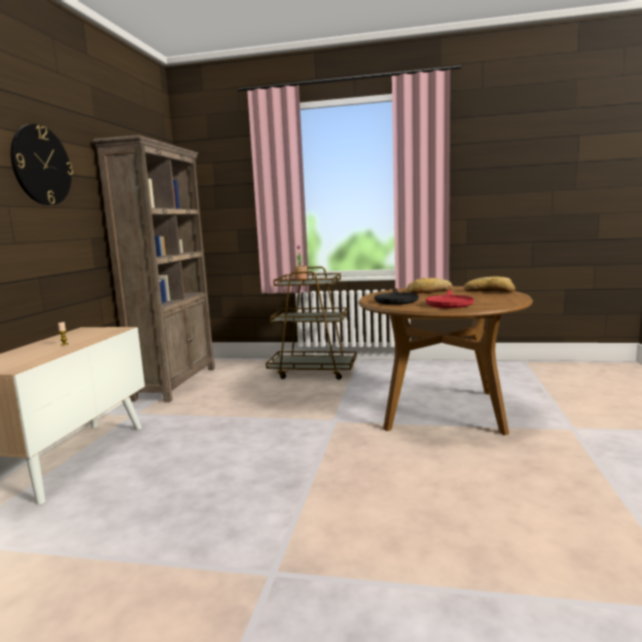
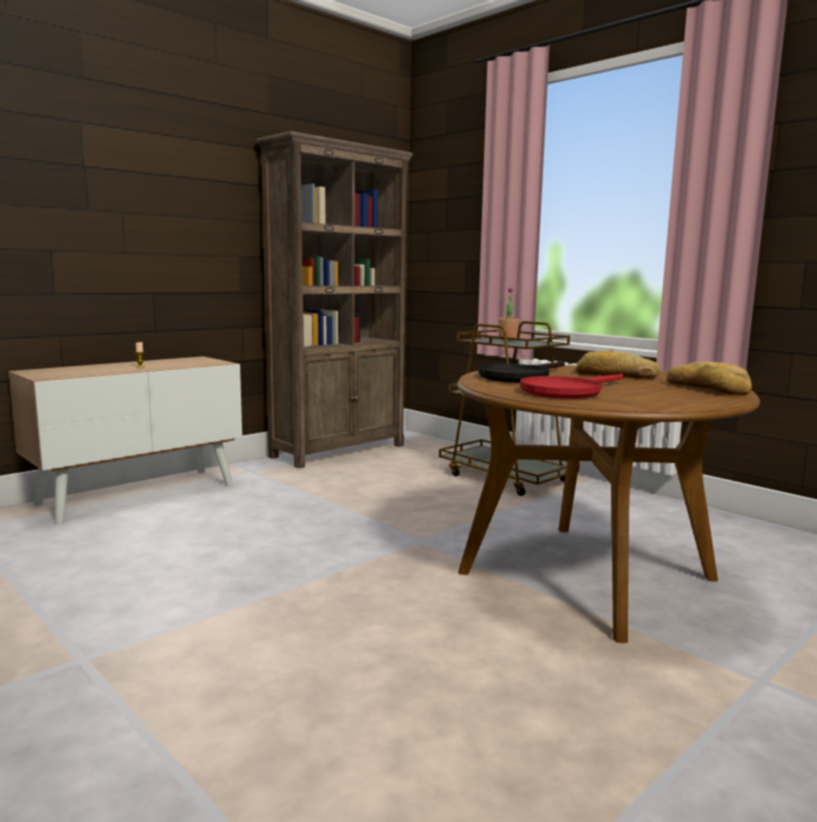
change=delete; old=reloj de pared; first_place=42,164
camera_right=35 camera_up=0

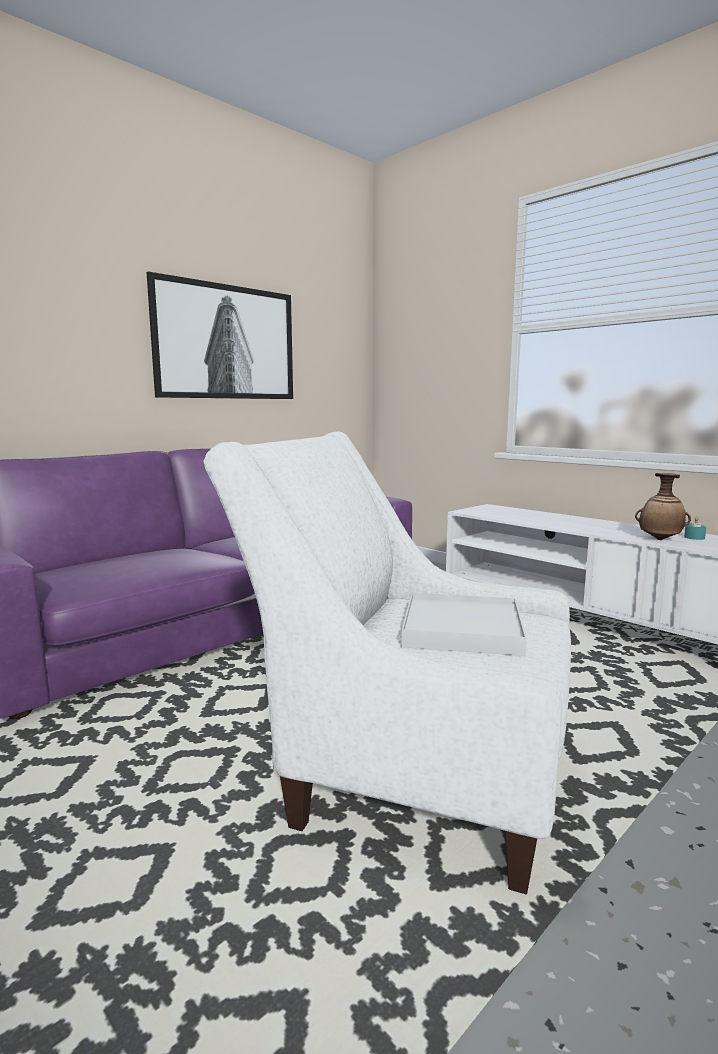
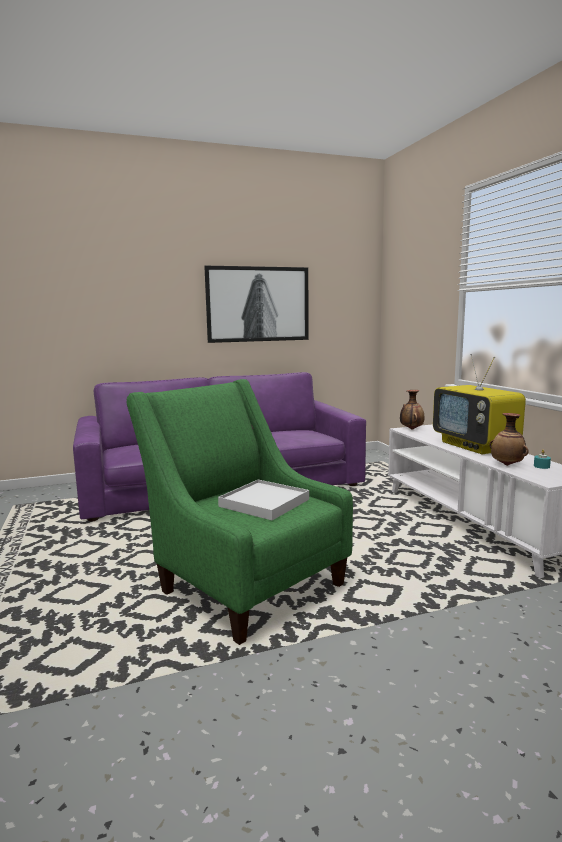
change=recolor; old=sillón [blanco]; new=sillón [verde]; first_place=387,663; second_place=240,512
change=insert; new=florero; second_place=412,409
change=insert; new=televisor; second_place=479,404
camera_right=25 camera_up=0

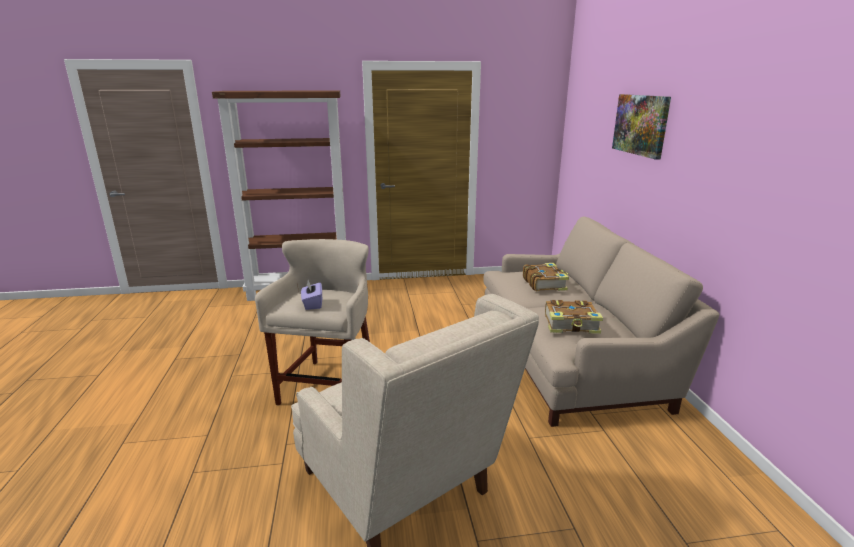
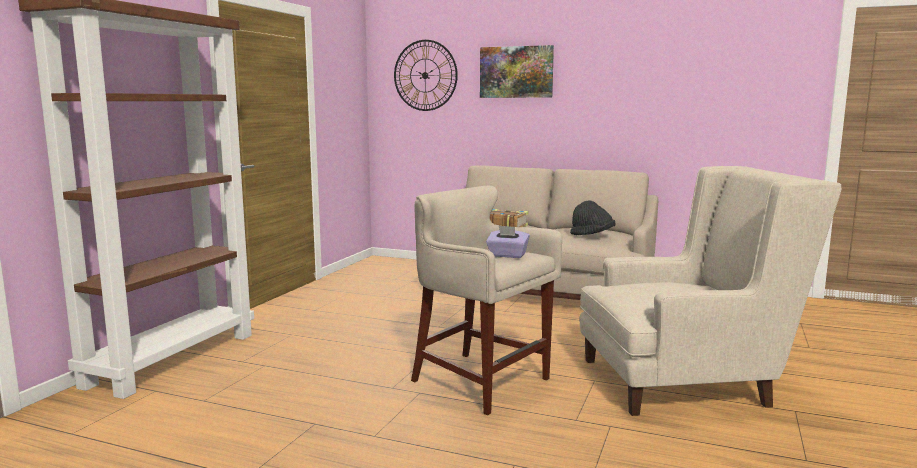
change=insert; new=reloj de pared; second_place=426,75
change=replace; old=libro; new=sombrero [negro]; first_place=574,317; second_place=592,217
camera_right=-60 camera_up=-10

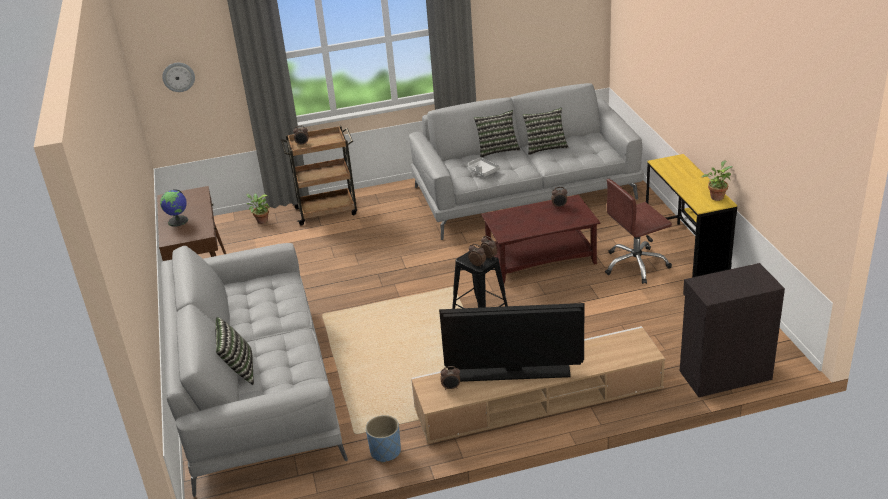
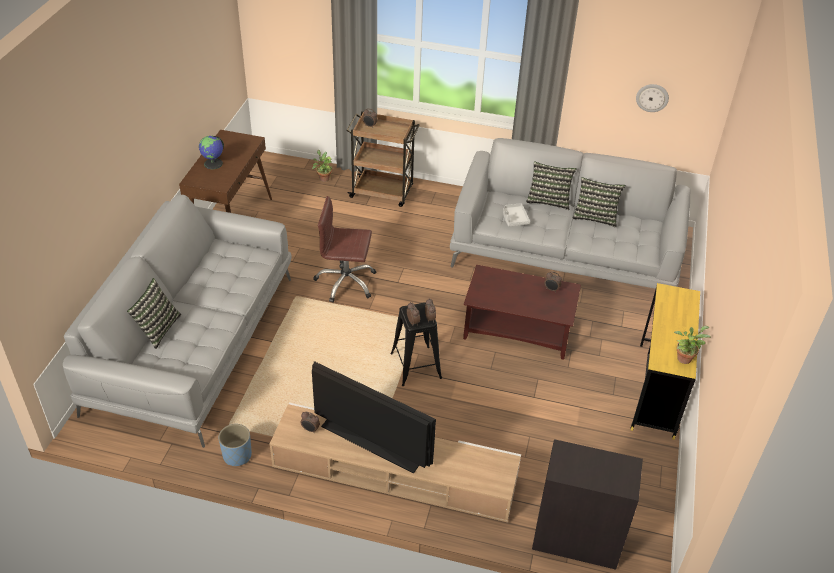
change=move; old=silla de oficina [marrón]; first_place=638,231; second_place=345,249
change=move; old=reloj de pared; first_place=178,77; second_place=652,98
camera_right=25 camera_up=10

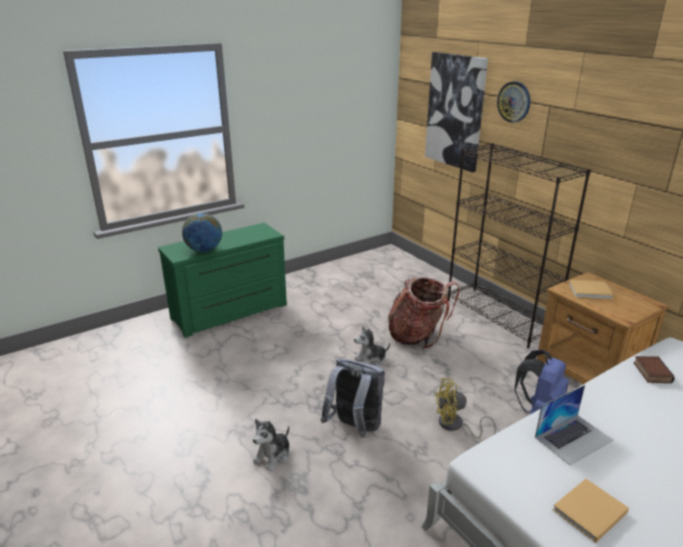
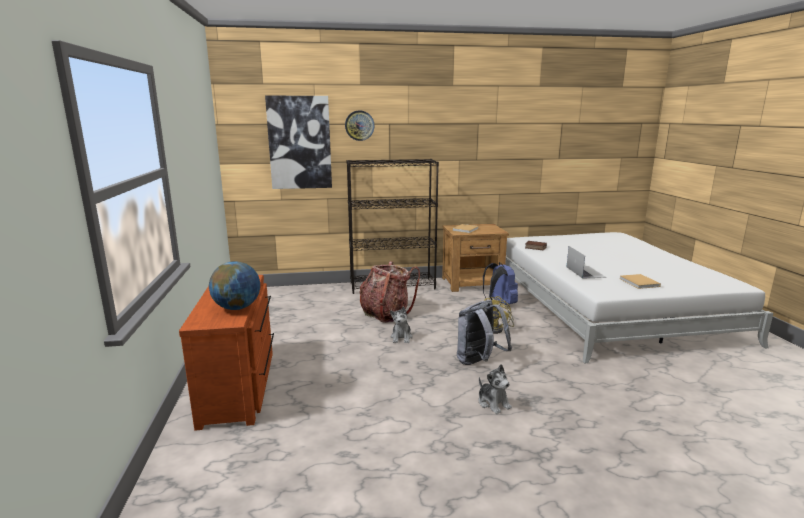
change=recolor; old=cómoda [verde]; new=cómoda [marrón]; first_place=222,280; second_place=226,353
camera_right=-65 camera_up=-10

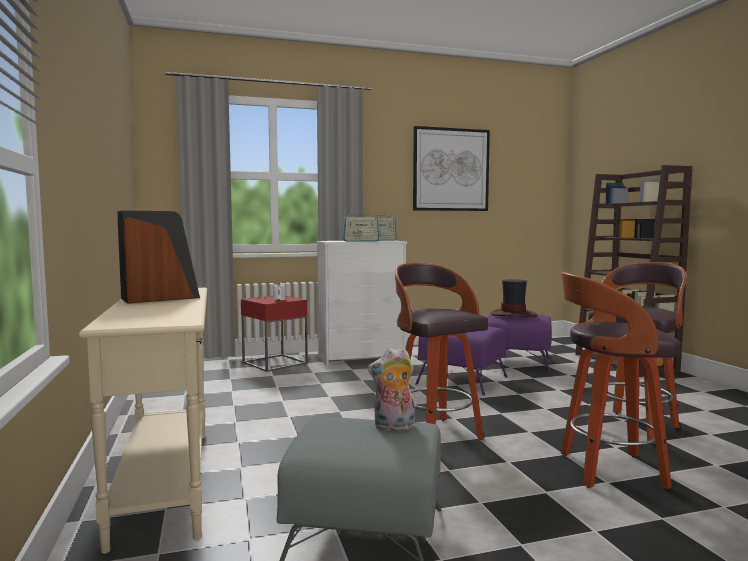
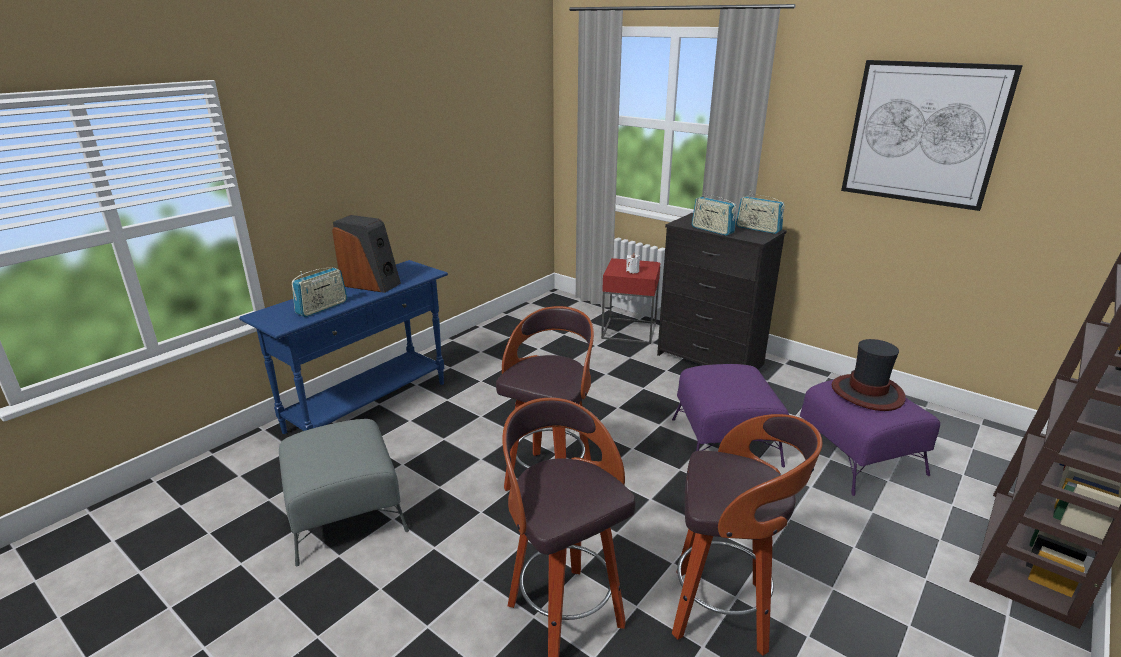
change=recolor; old=mesa consola [beis]; new=mesa consola [azul]; first_place=143,421; second_place=343,347
change=insert; new=radio; second_place=319,292
change=recolor; old=cómoda [blanco]; new=cómoda [negro]; first_place=361,303; second_place=722,291
change=delete; old=peluche; first_place=391,389
camera_right=55 camera_up=20

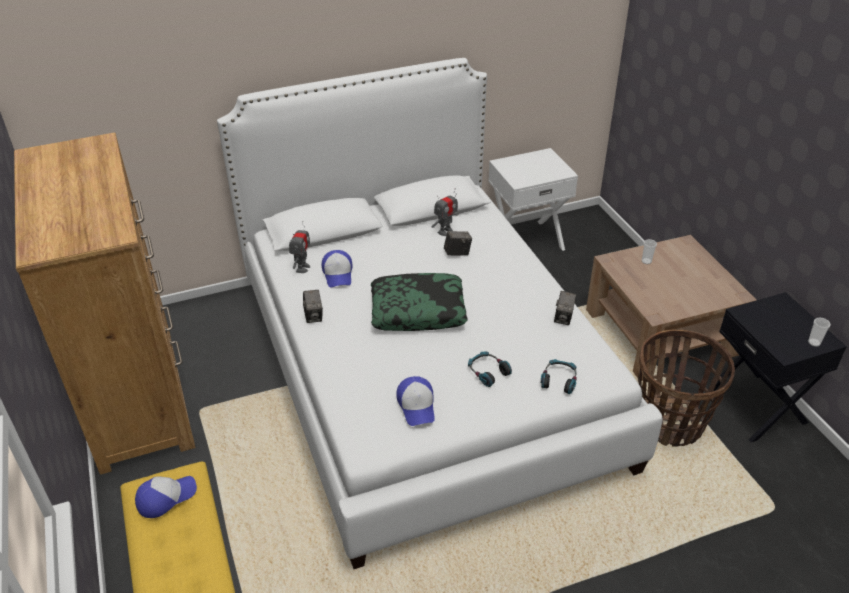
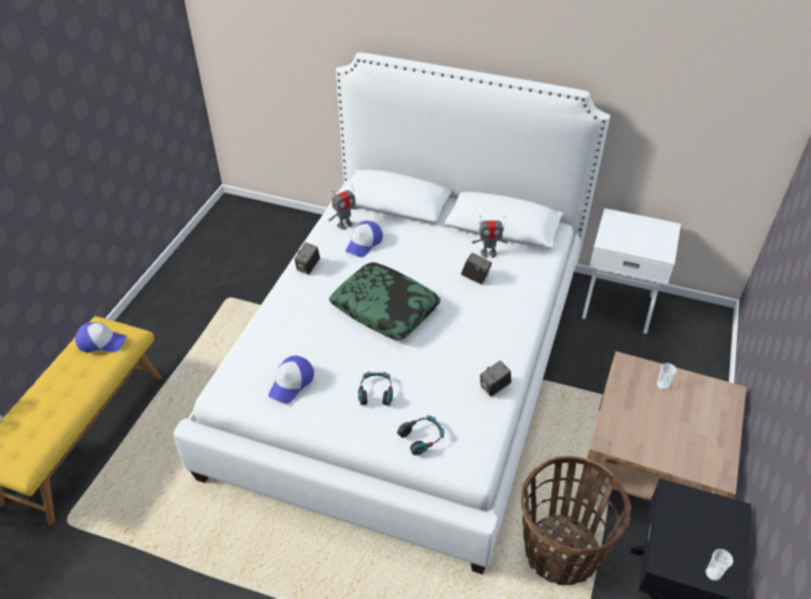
change=delete; old=cómoda [marrón]; first_place=105,304
camera_right=40 camera_up=5

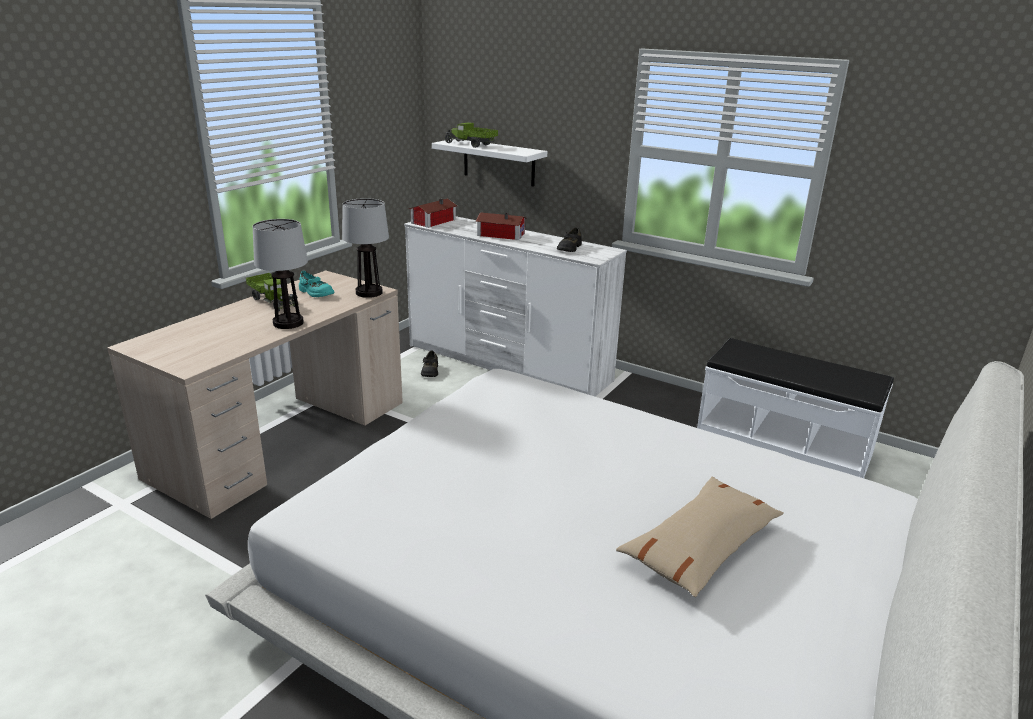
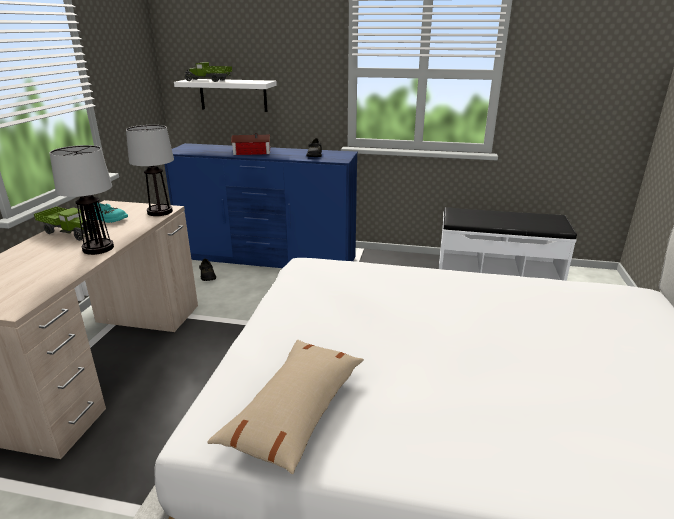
change=recolor; old=cómoda [blanco]; new=cómoda [azul]; first_place=515,306; second_place=261,205
change=move; old=cojín [beis]; first_place=700,537; second_place=285,407
change=delete; old=casita; first_place=433,213
camera_right=-20 camera_up=0

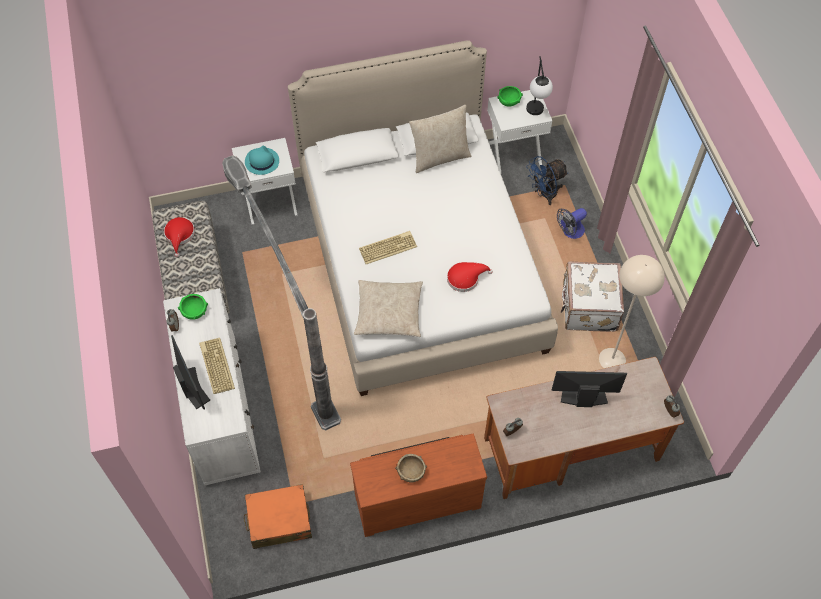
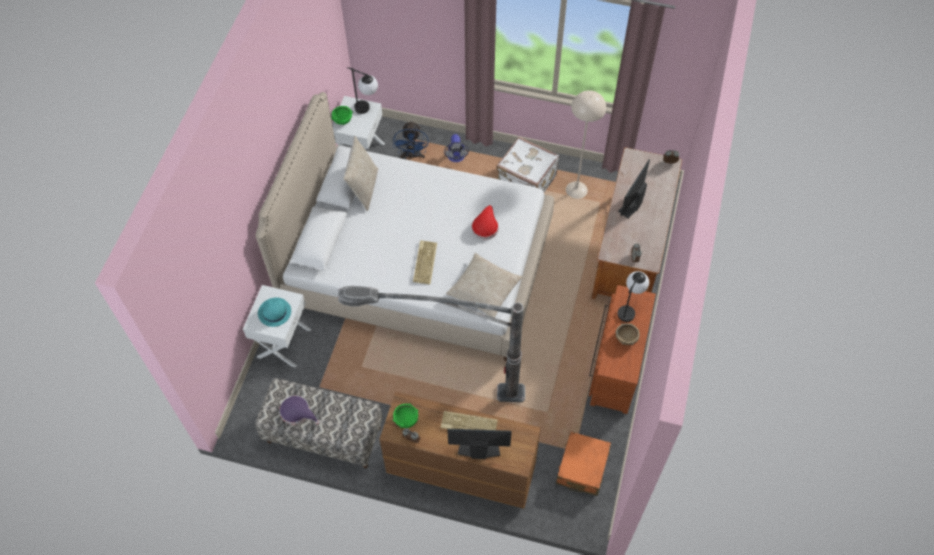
change=recolor; old=sombrero [rojo]; new=sombrero [morado]; first_place=179,237; second_place=299,410
change=recolor; old=cómoda [blanco]; new=cómoda [marrón]; first_place=211,386; second_place=460,449
change=insert; new=lámpara de mesa; second_place=633,296
camera_right=-60 camera_up=0

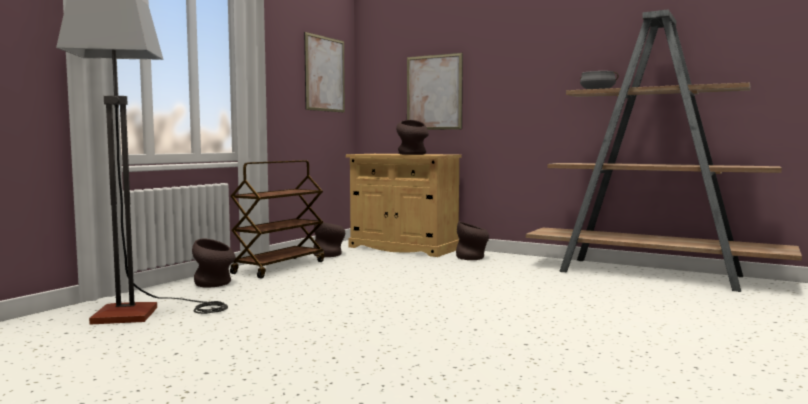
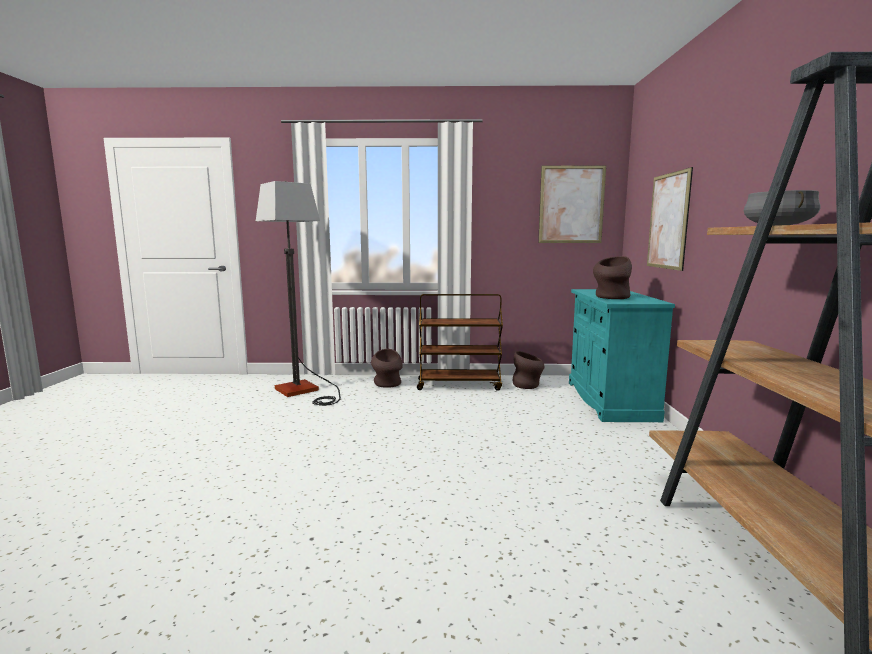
change=recolor; old=armario [beis]; new=armario [turquesa]; first_place=404,205; second_place=622,355
change=delete; old=florero [marrón]; first_place=472,241
camera_right=60 camera_up=5

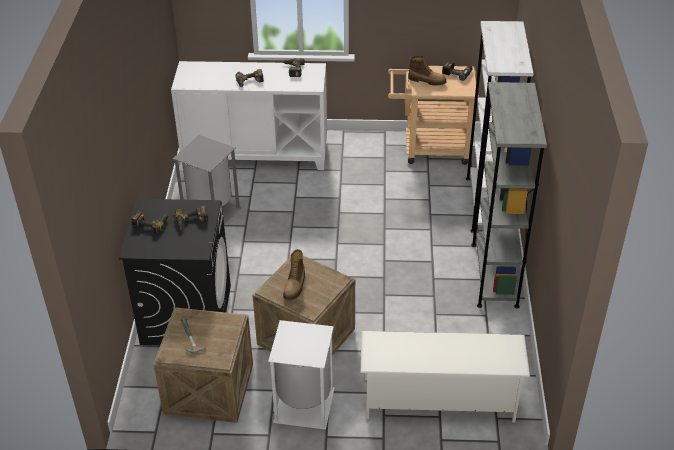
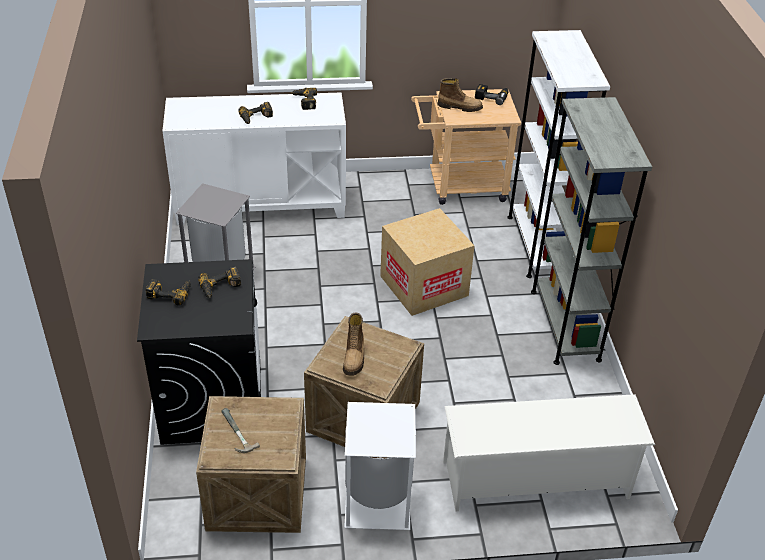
change=insert; new=caja de cartón; second_place=427,262
camera_right=-10 camera_up=0

